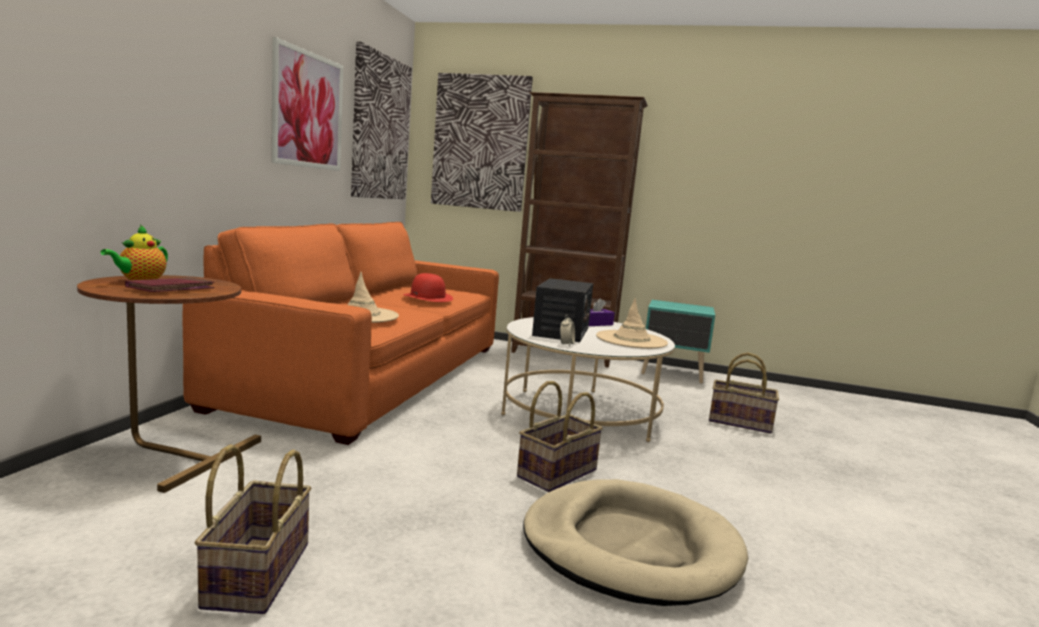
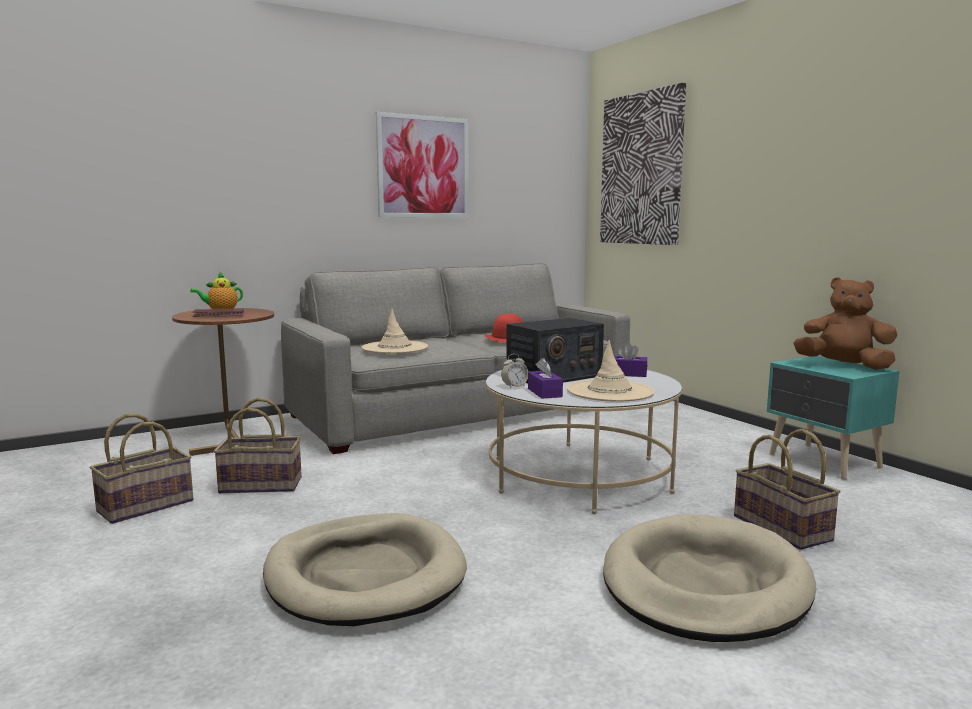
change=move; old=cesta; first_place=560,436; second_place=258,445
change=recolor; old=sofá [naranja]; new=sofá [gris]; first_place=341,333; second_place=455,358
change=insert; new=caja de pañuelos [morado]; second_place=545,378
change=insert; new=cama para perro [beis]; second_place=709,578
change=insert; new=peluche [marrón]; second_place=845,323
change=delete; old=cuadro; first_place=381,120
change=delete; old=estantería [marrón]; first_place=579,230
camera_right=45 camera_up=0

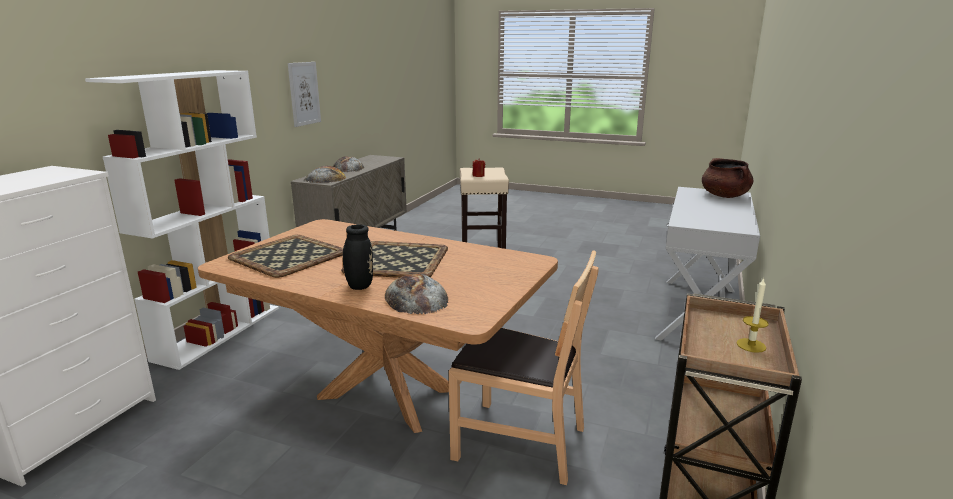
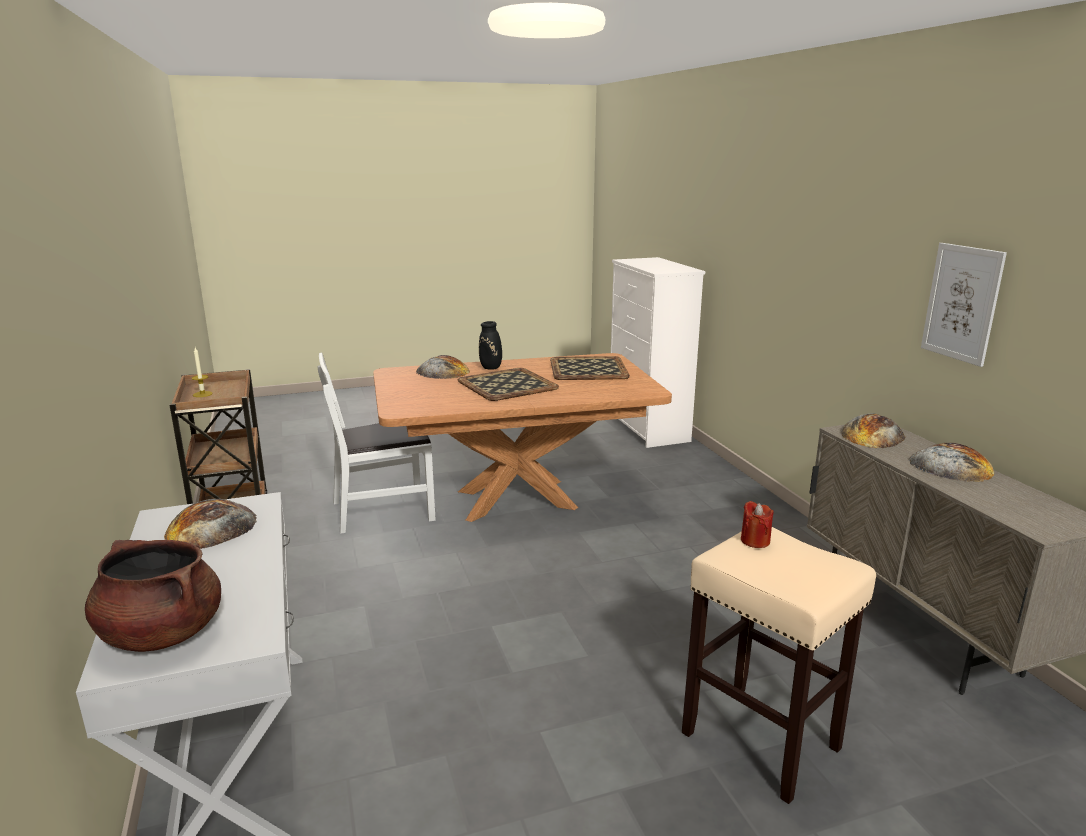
change=insert; new=pan; second_place=210,524
change=recolor; old=silla [marrón]; new=silla [blanco]; first_place=524,367; second_place=376,443
change=delete; old=estantería [blanco]; first_place=182,220
camera_right=140 camera_up=0

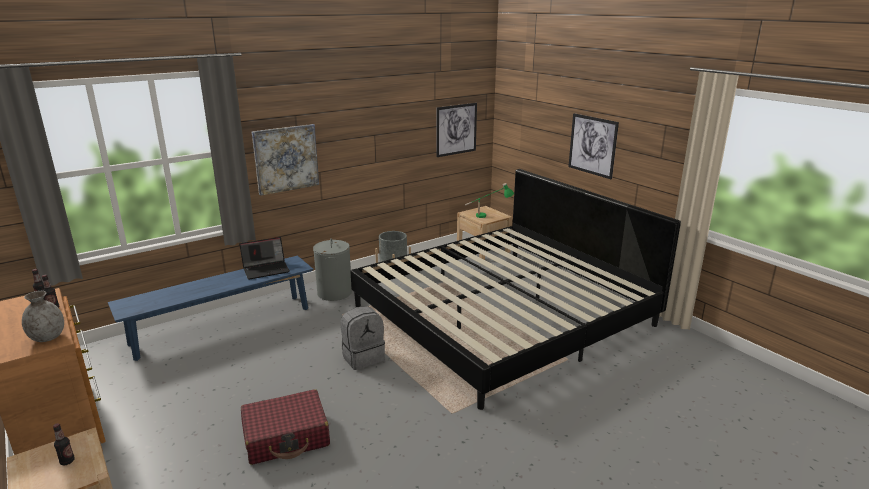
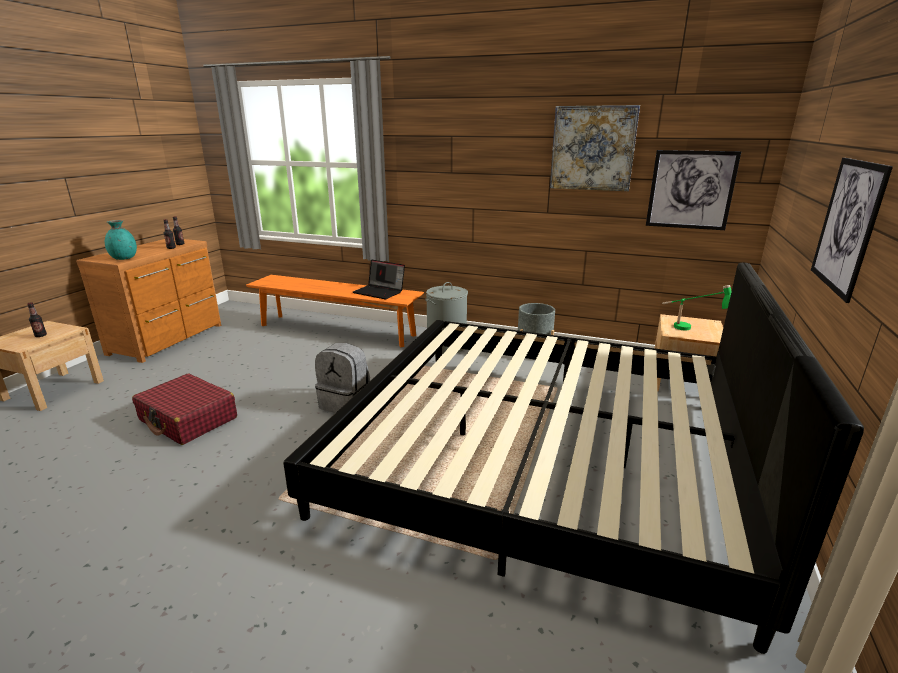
change=recolor; old=florero [gris]; new=florero [turquesa]; first_place=43,316; second_place=121,240
change=recolor; old=banco [azul]; new=banco [naranja]; first_place=210,308; second_place=335,311
change=move; old=cuadro; first_place=285,160; second_place=595,148
camera_right=55 camera_up=0

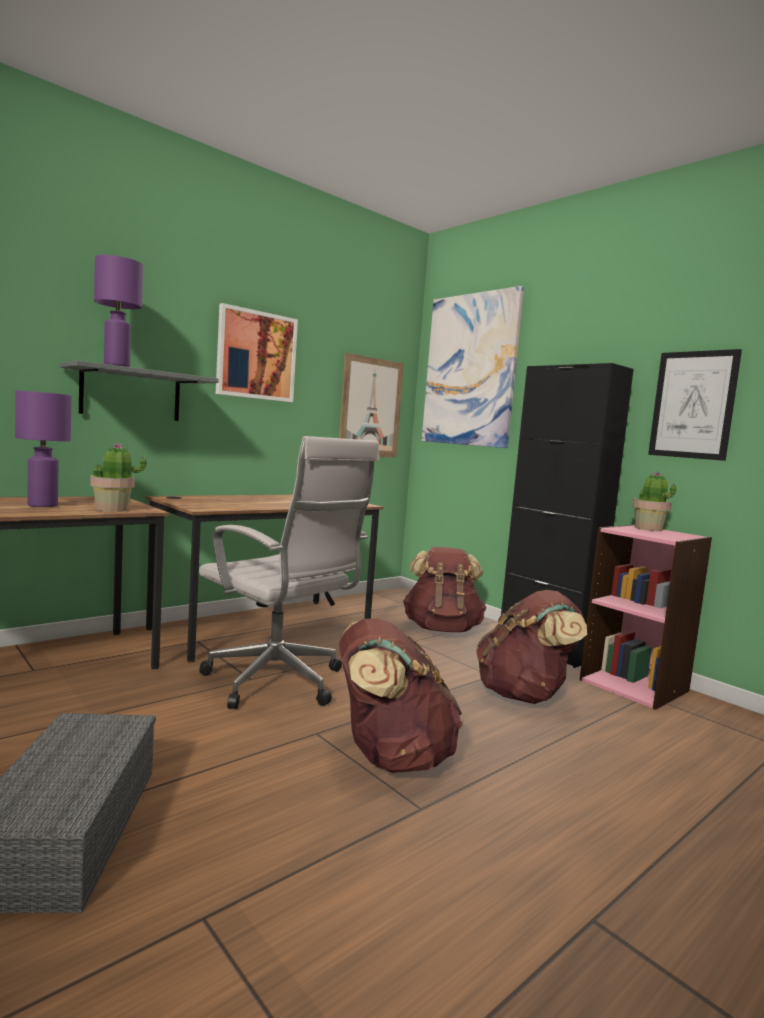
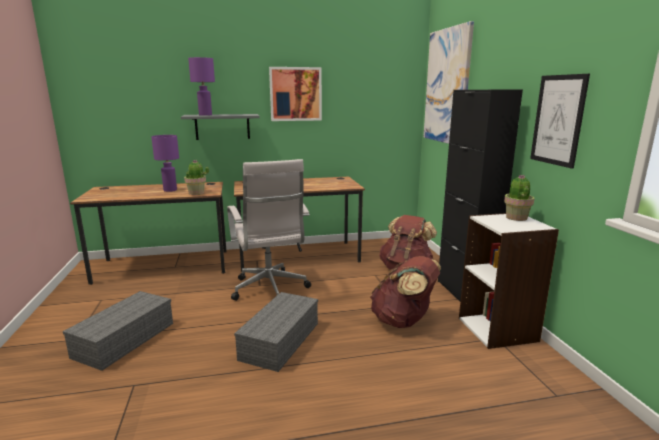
change=replace; old=mochila [marrón]; new=caja de almacenaje [gris]; first_place=401,695; second_place=276,332
change=recolor; old=estantería [rosa]; new=estantería [blanco]; first_place=646,617; second_place=509,281
change=delete; old=cuadro; first_place=371,405
camera_right=30 camera_up=10

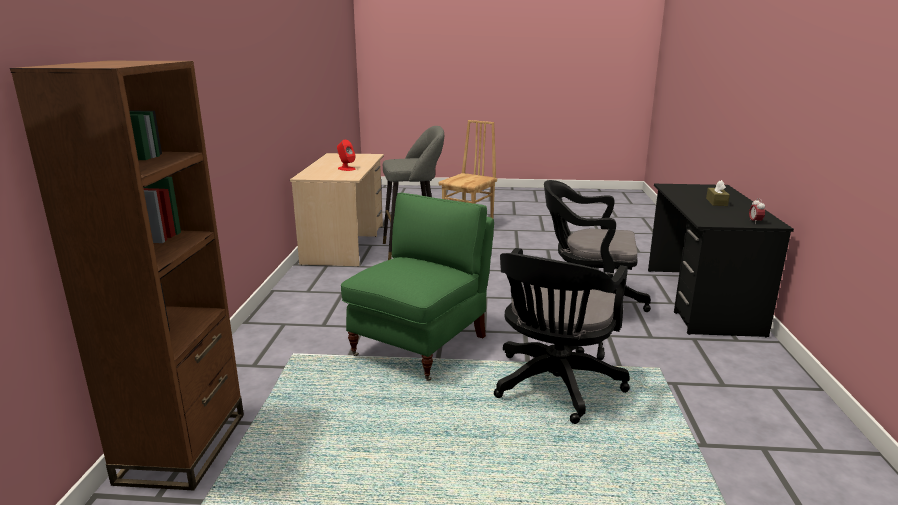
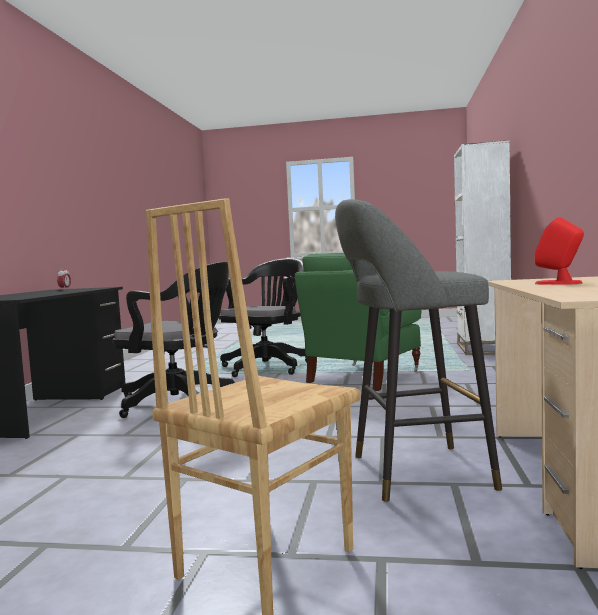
change=recolor; old=estantería [marrón]; new=estantería [blanco]; first_place=127,275; second_place=482,247
change=delete; old=caja de pañuelos [marrón]; first_place=718,193
camera_right=-175 camera_up=-15

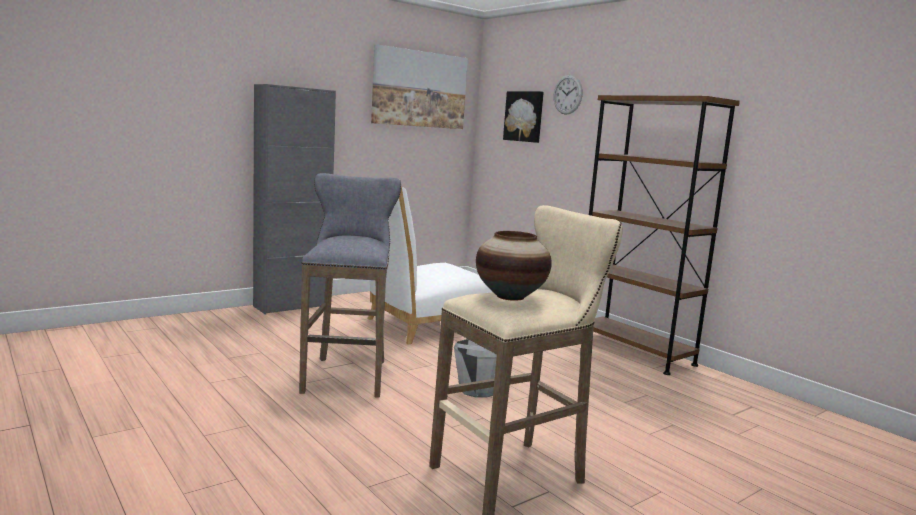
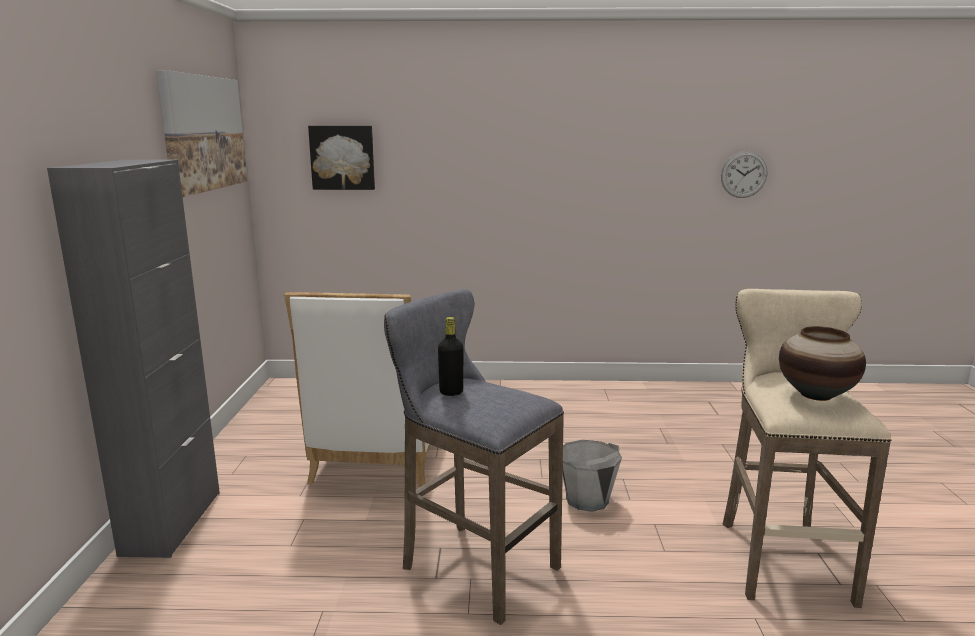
change=insert; new=botella [negro]; second_place=450,356
change=move; old=reloj de pared; first_place=568,95; second_place=744,174
change=delete; old=estantería [marrón]; first_place=664,235
camera_right=-50 camera_up=5

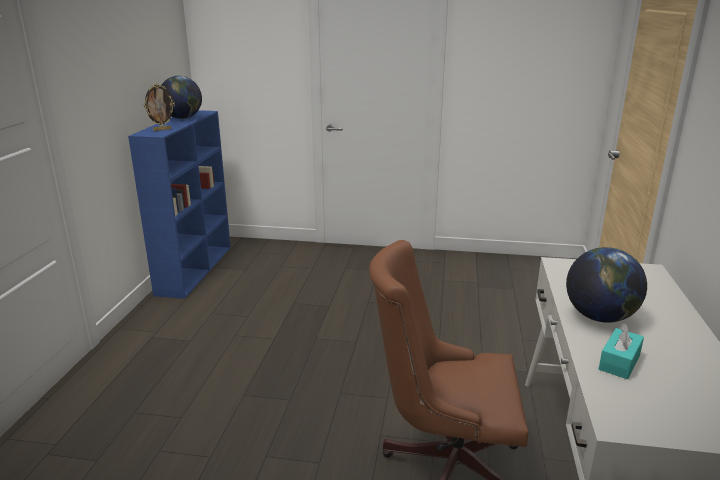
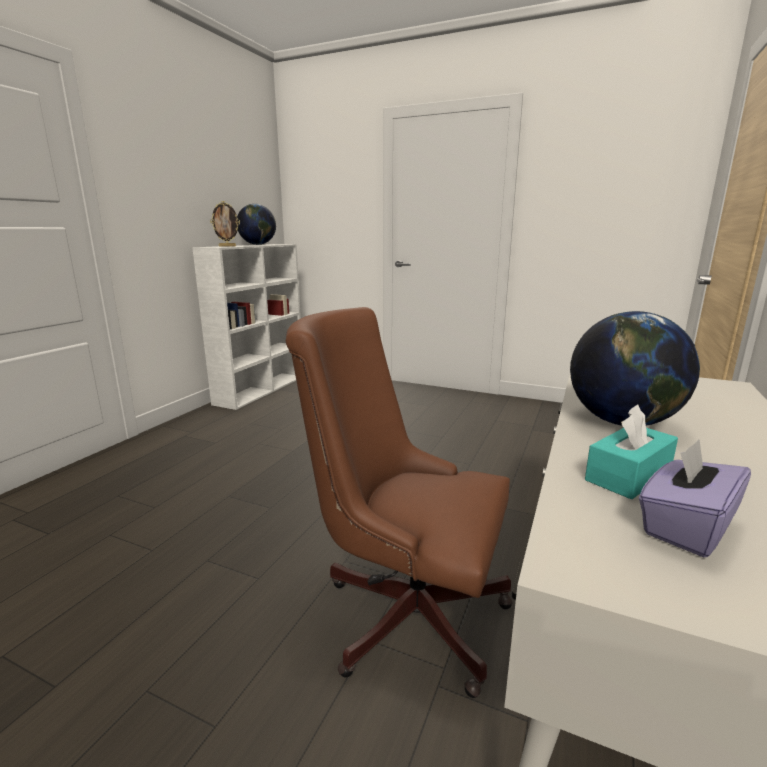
change=recolor; old=estantería [azul]; new=estantería [blanco]; first_place=179,204; second_place=246,327
change=insert; new=caja de pañuelos [morado]; second_place=695,498
camera_right=15 camera_up=-5

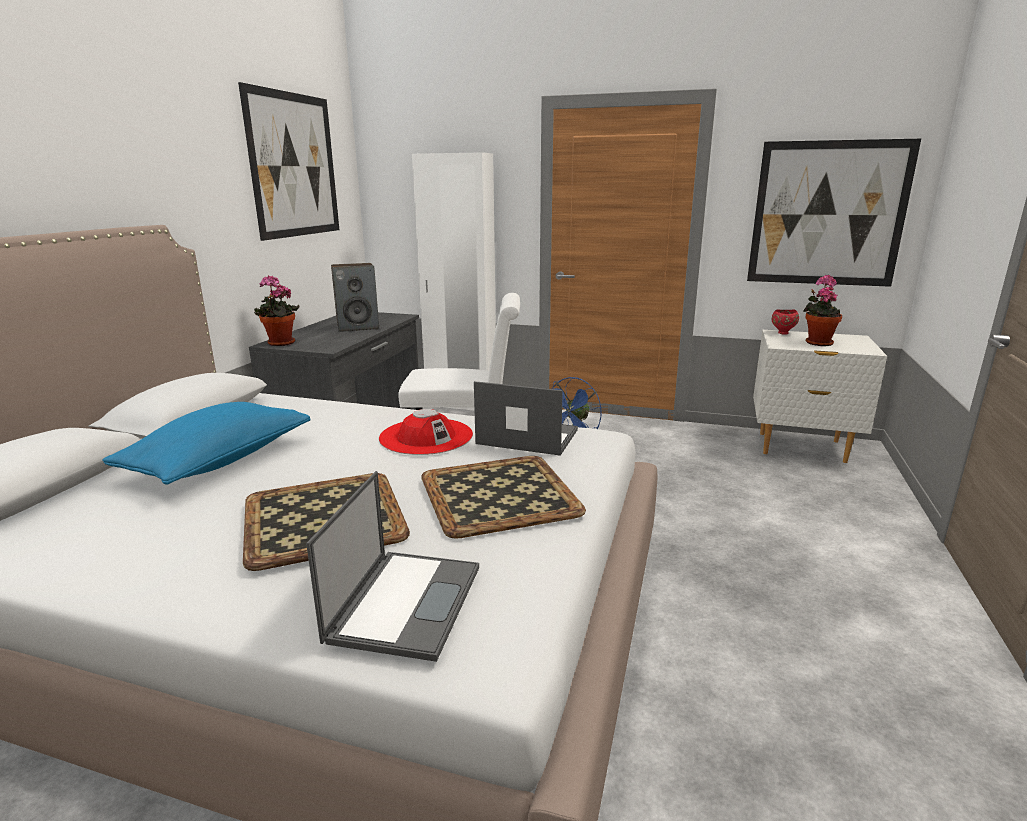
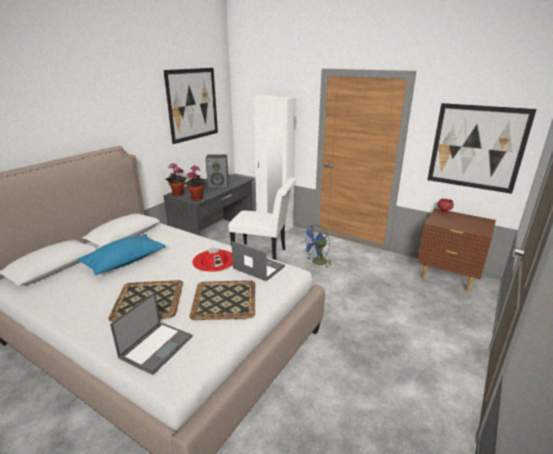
change=move; old=planta en maceta; first_place=822,310; second_place=195,183
change=recolor; old=mesita de noche [blanco]; new=mesita de noche [marrón]; first_place=820,396; second_place=456,250
camera_right=15 camera_up=5

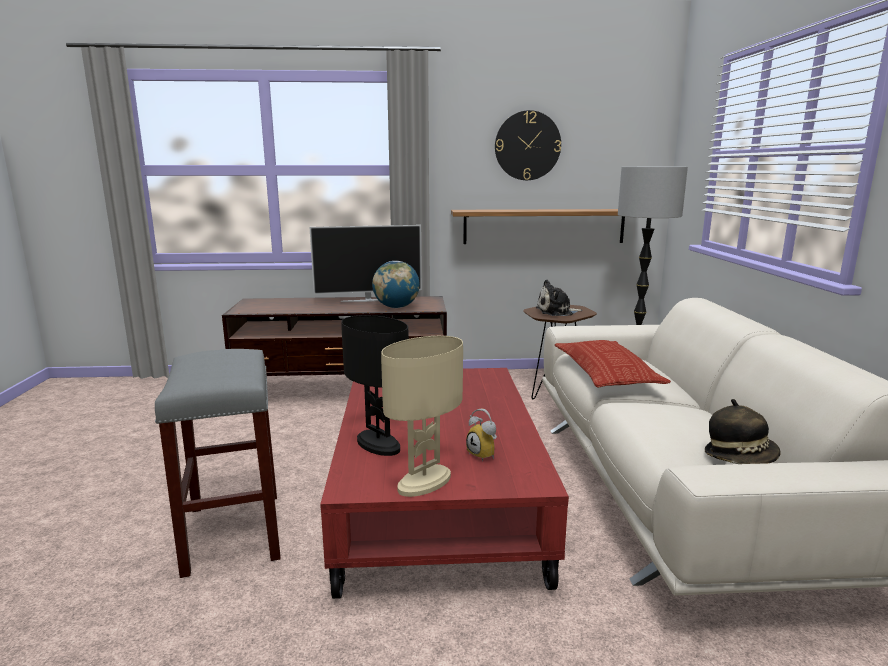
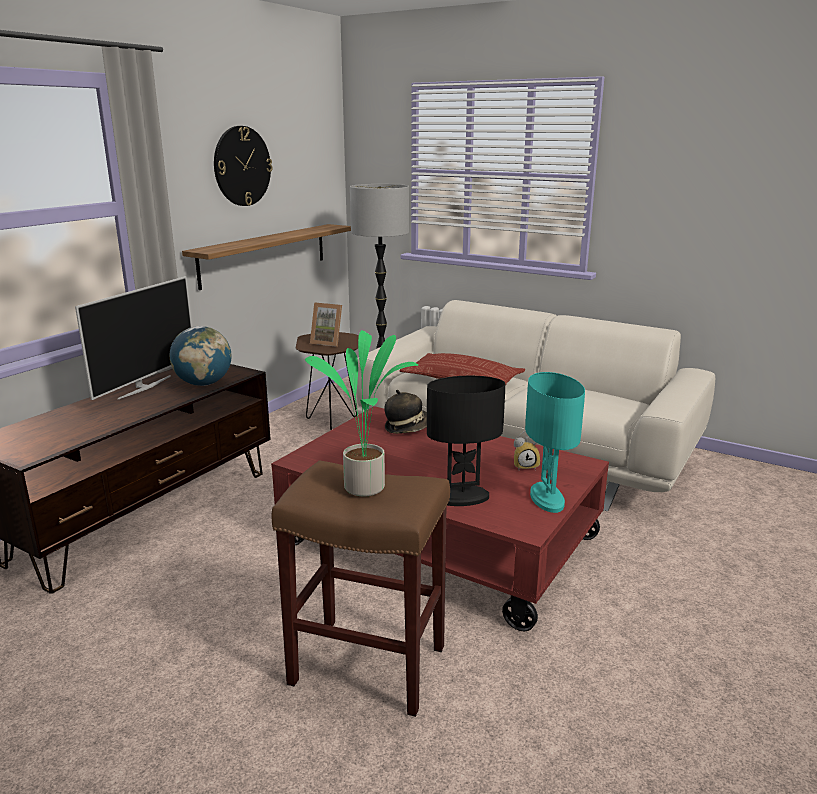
change=recolor; old=taburete [gris]; new=taburete [marrón]; first_place=218,463; second_place=360,588
change=insert; new=planta en maceta; second_place=361,413
change=replace; old=peluche; new=portarretratos; first_place=559,297; second_place=326,324
change=move; old=sombrero; first_place=743,431; second_place=406,412
change=recolor; old=lámpara de mesa [beis]; new=lámpara de mesa [turquesa]; first_place=422,416; second_place=555,442
camera_right=-55 camera_up=5

